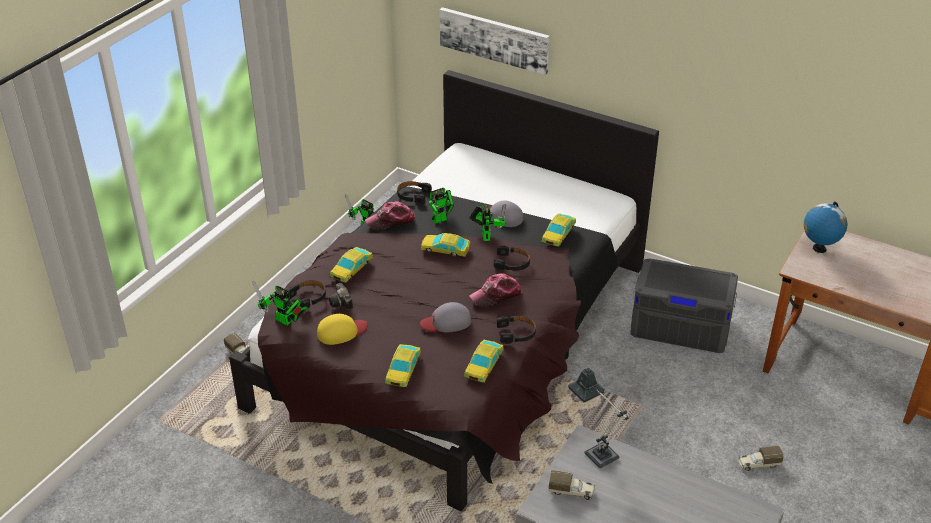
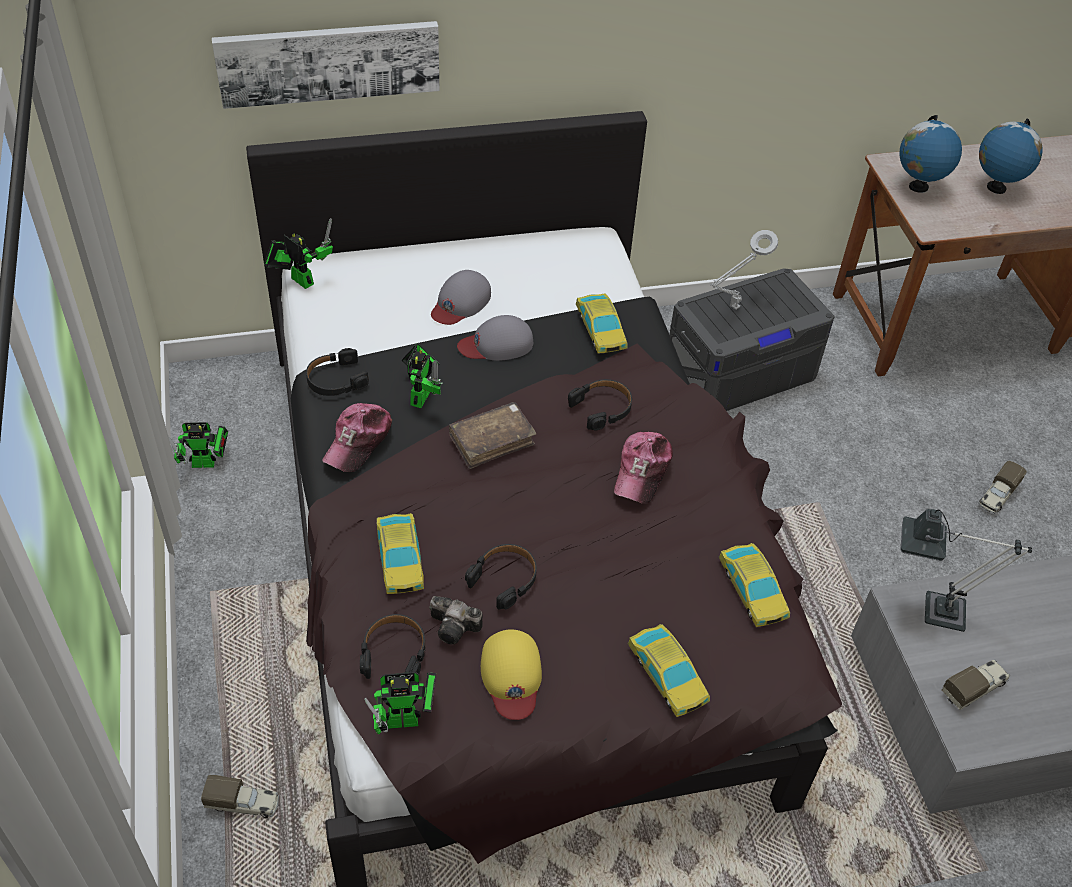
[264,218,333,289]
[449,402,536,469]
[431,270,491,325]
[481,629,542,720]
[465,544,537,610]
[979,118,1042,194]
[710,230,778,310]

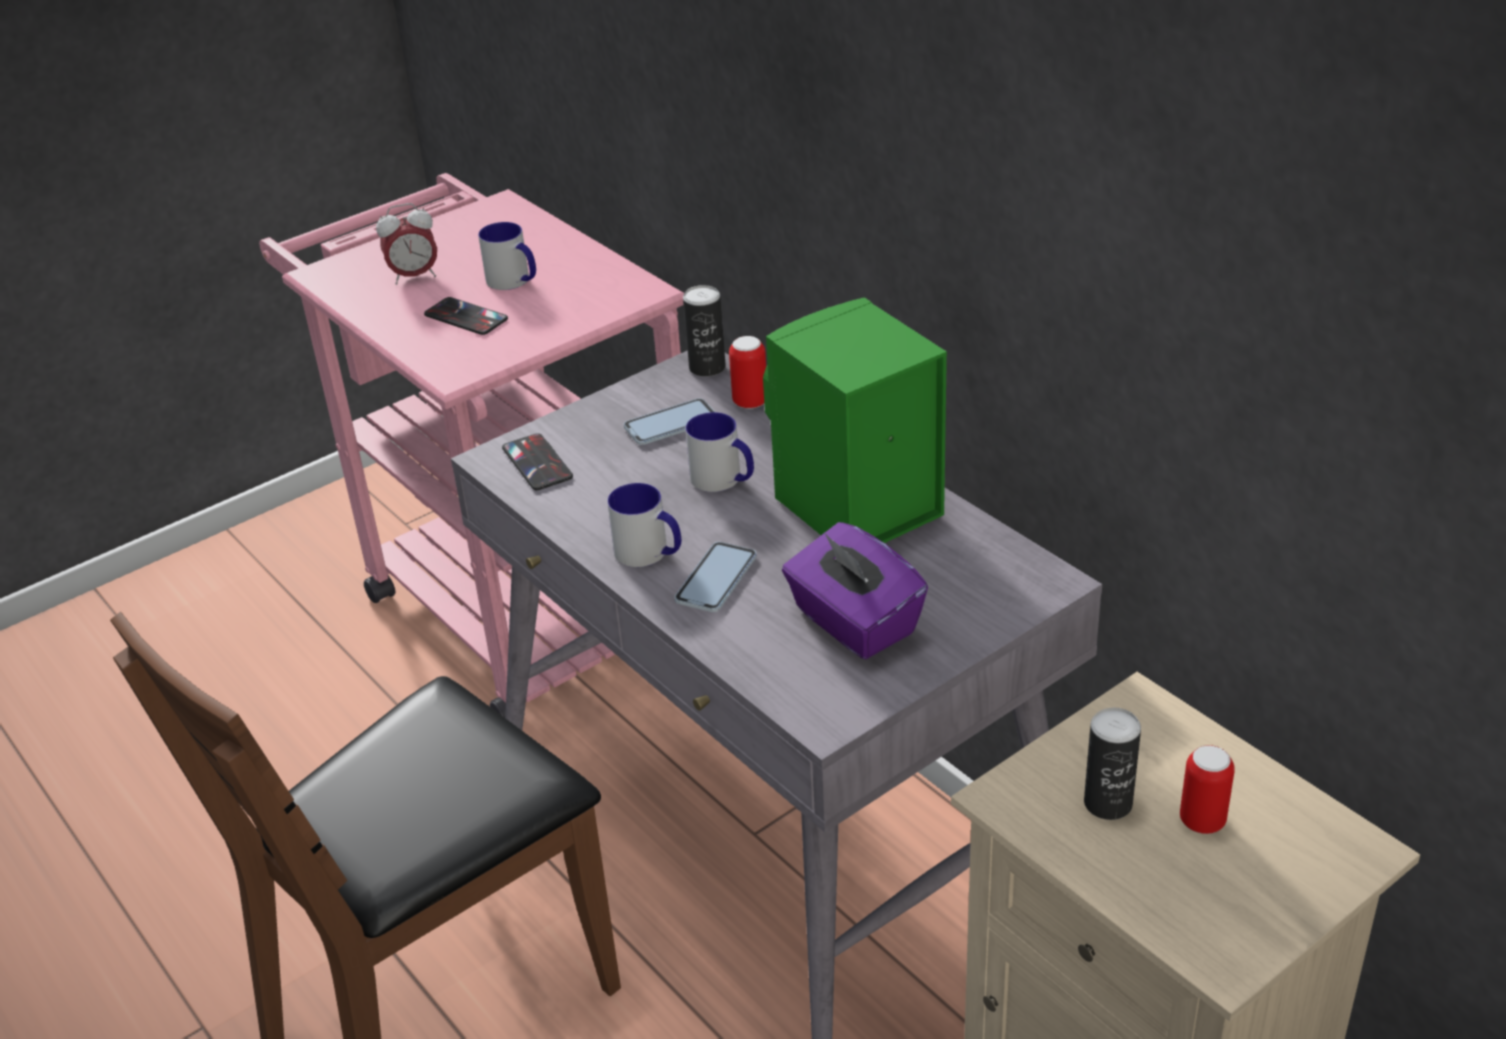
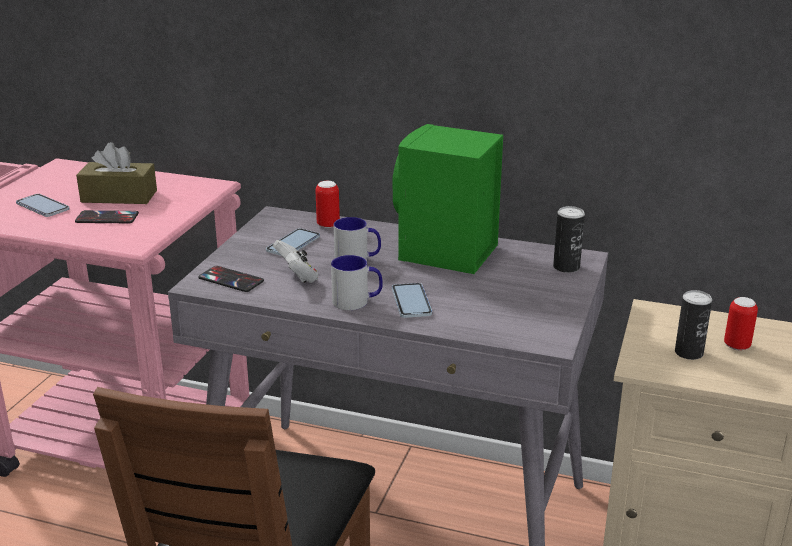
[16,194,70,217]
[76,142,157,204]
[553,206,585,273]
[782,522,928,659] (first image)
[273,240,319,283]

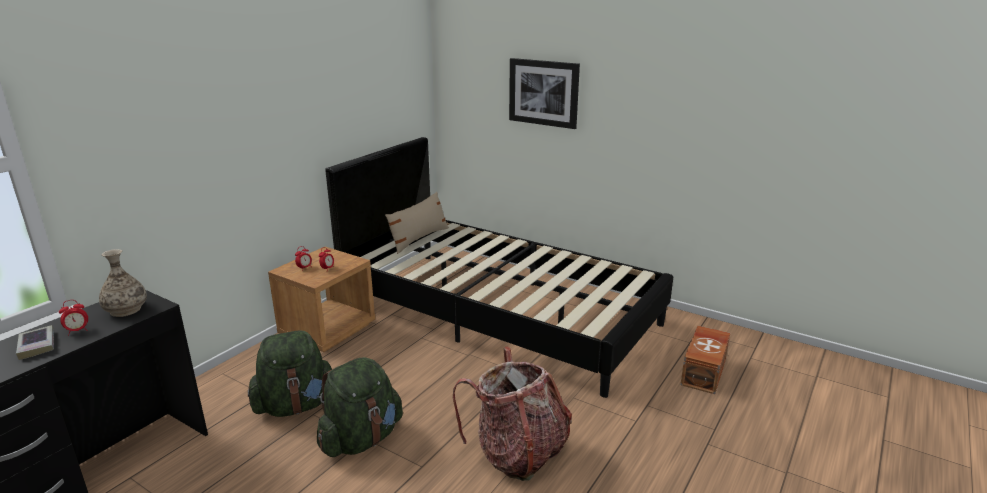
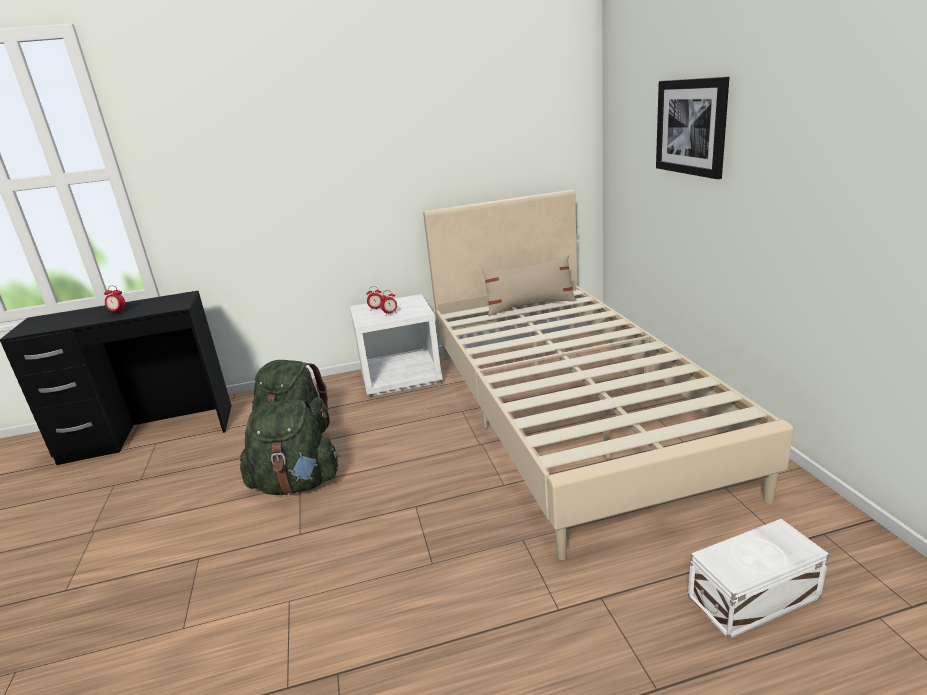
[423,190,793,560]
[350,294,443,396]
[99,249,147,317] (first image)
[16,325,54,360] (first image)
[688,519,829,639]
[453,347,572,481] (first image)

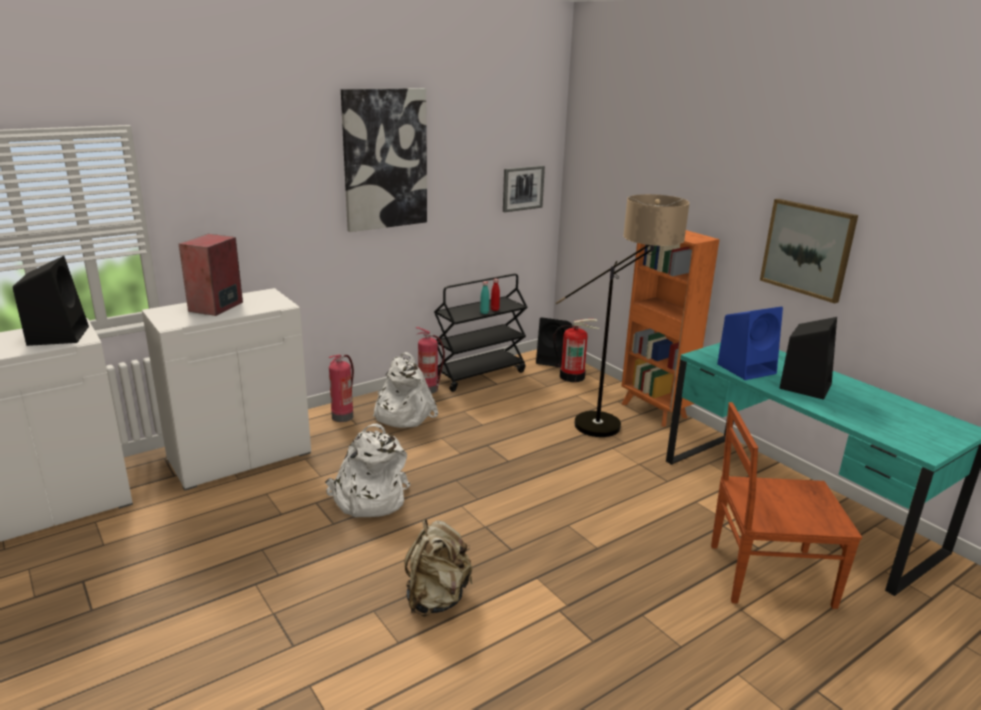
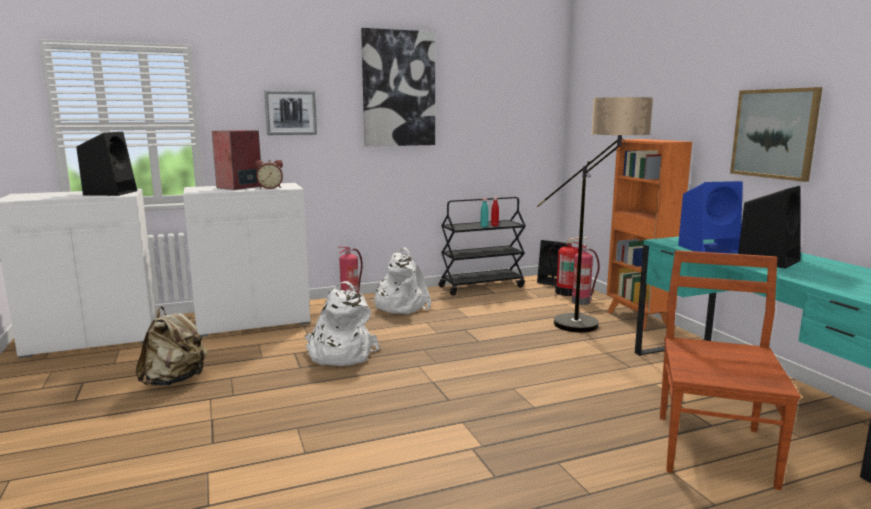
[264,91,317,135]
[572,242,600,305]
[660,250,801,490]
[136,306,208,386]
[255,160,283,189]

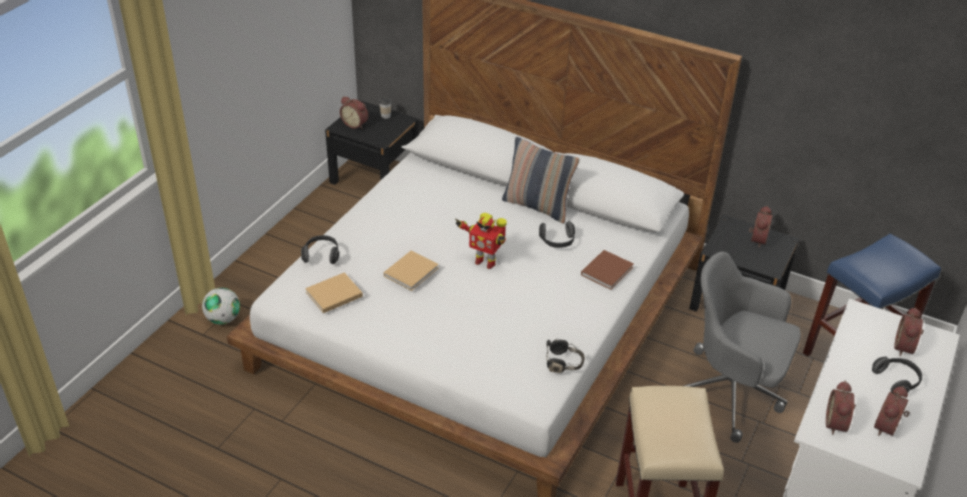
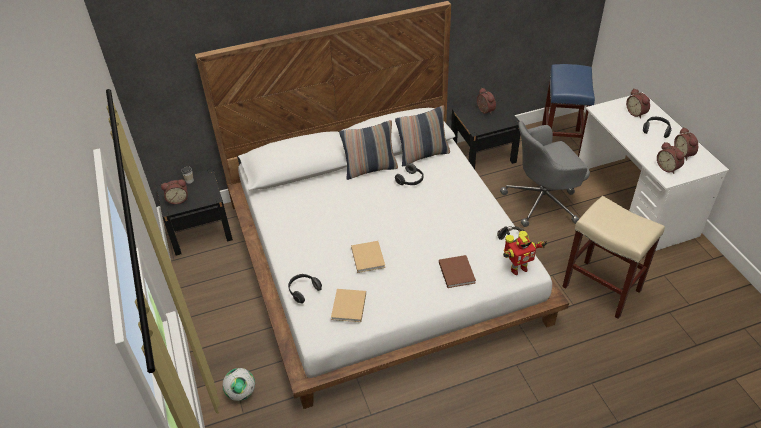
[503,231,547,275]
[439,255,476,288]
[395,105,450,166]

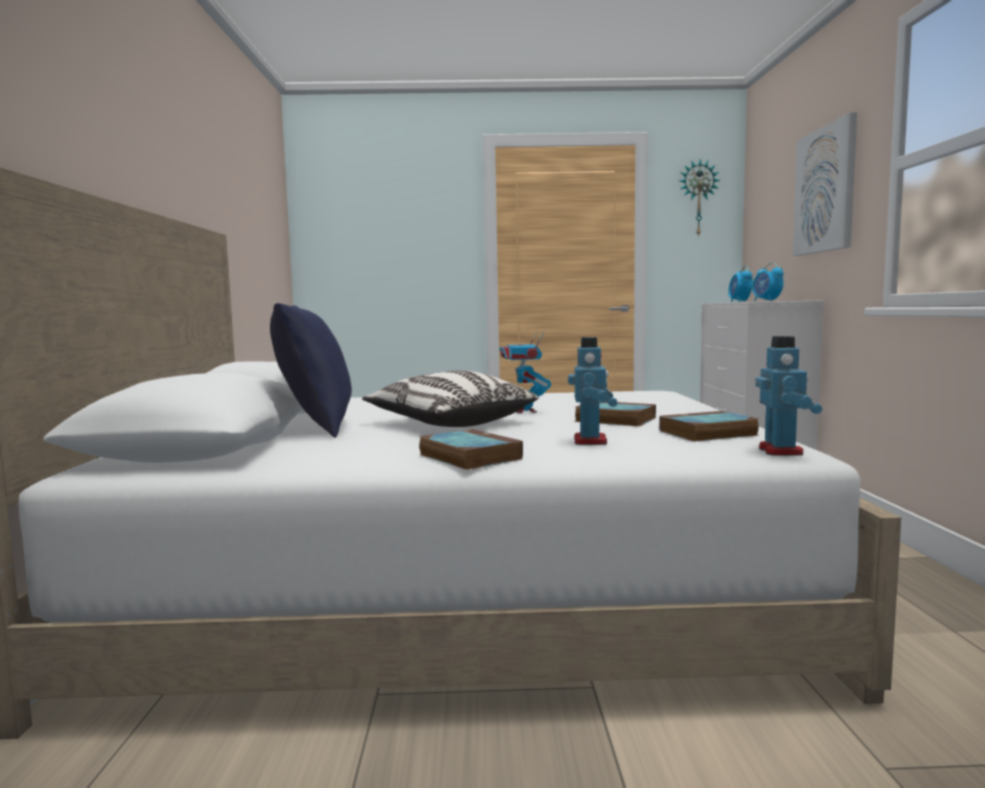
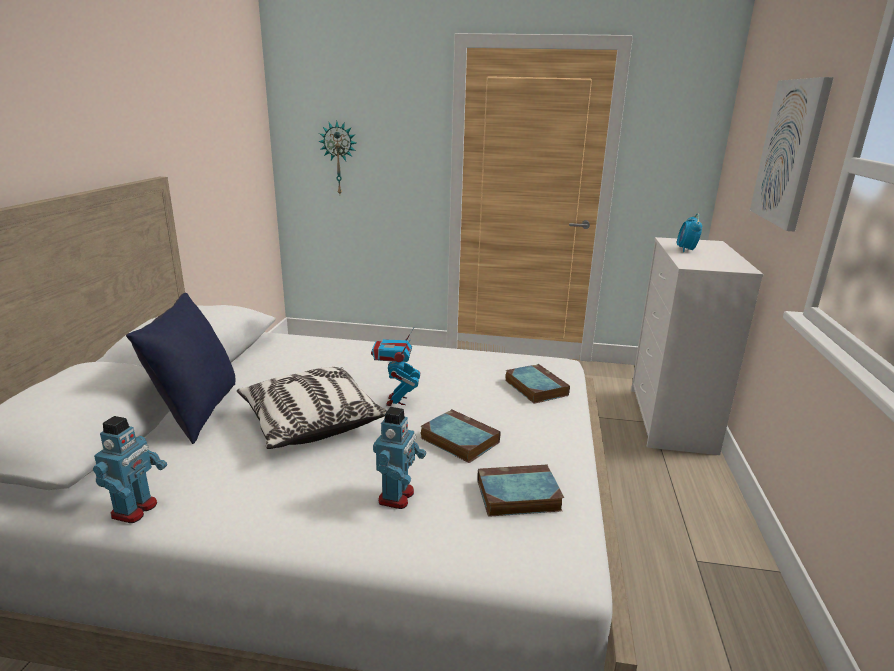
[318,121,356,194]
[752,263,784,301] (first image)
[93,416,167,523]
[505,364,570,404]

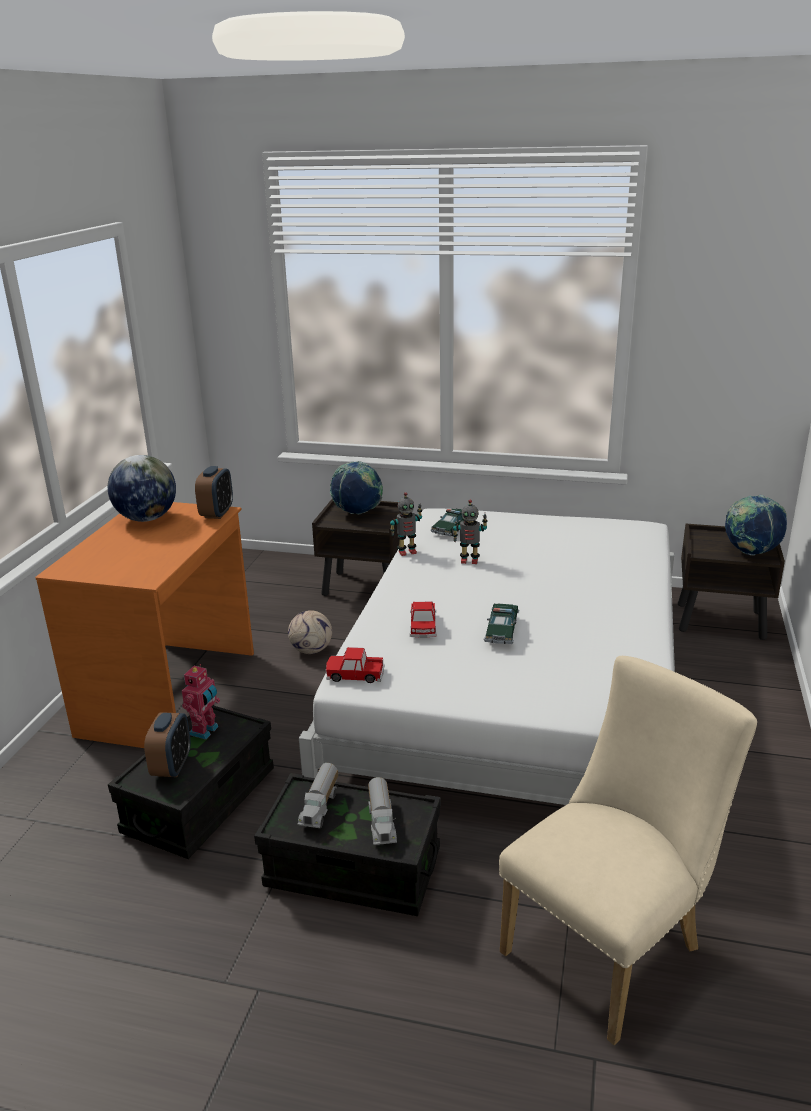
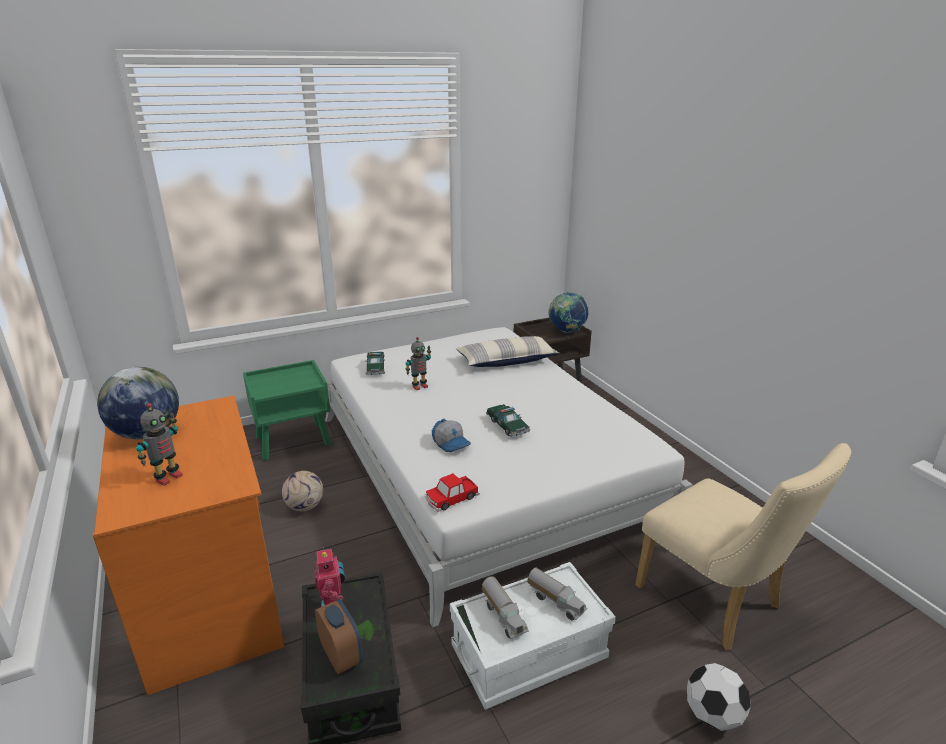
[330,461,383,515] (first image)
[195,466,233,519] (first image)
[136,403,183,486]
[243,360,331,460]
[432,419,471,452]
[635,443,851,650]
[450,562,616,710]
[456,336,559,367]
[687,663,751,731]

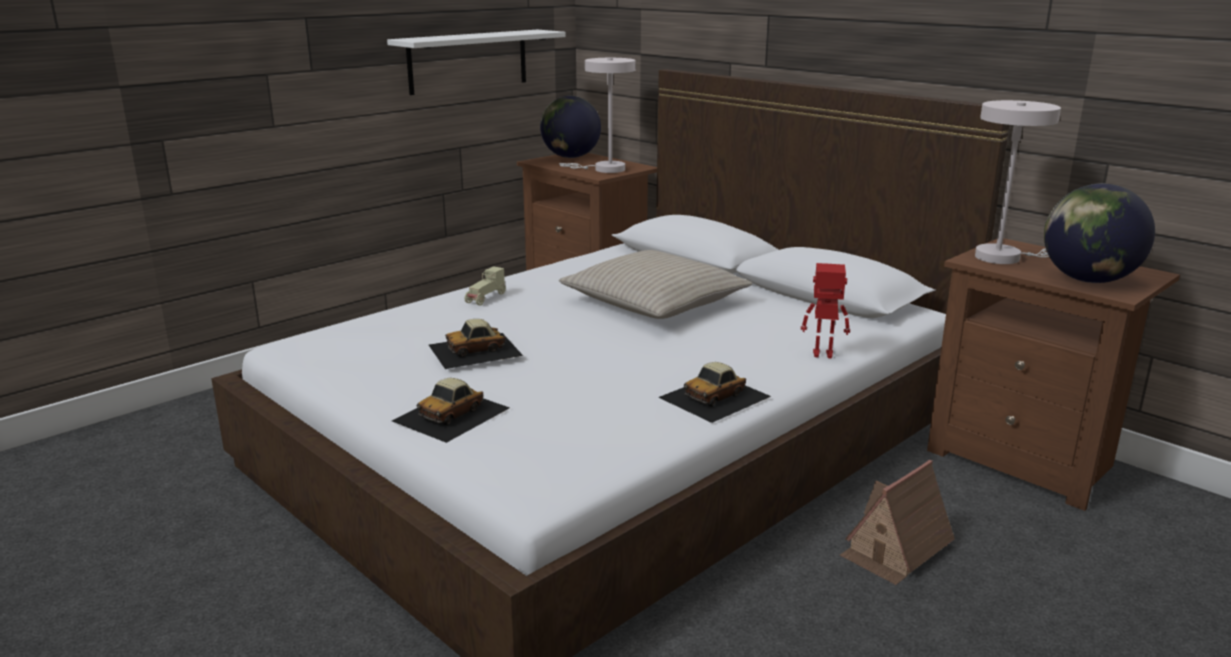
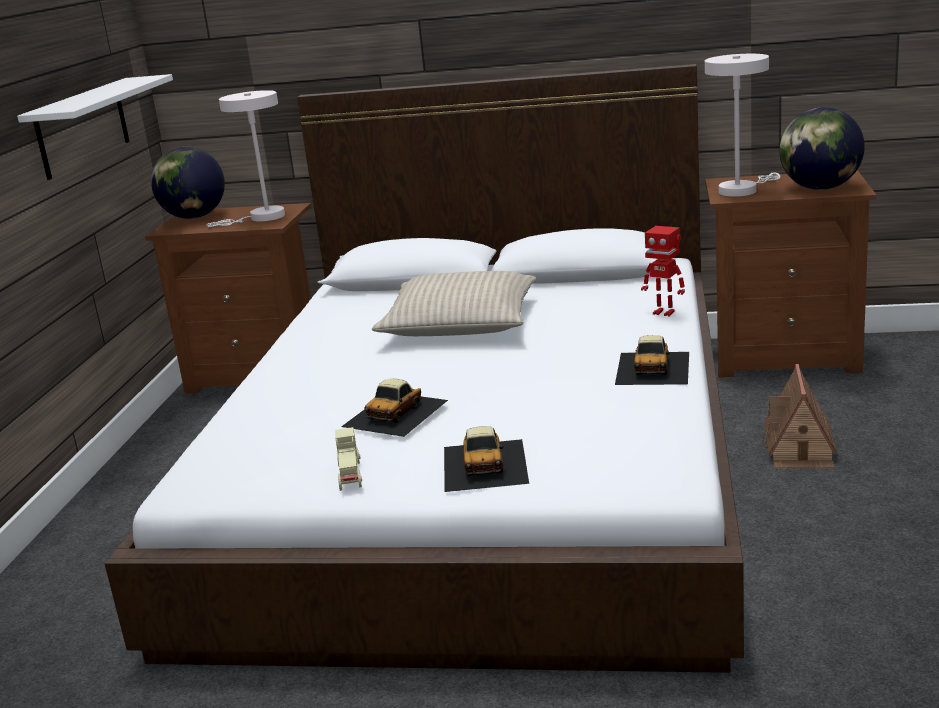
[641,226,685,317]
[335,427,362,491]

